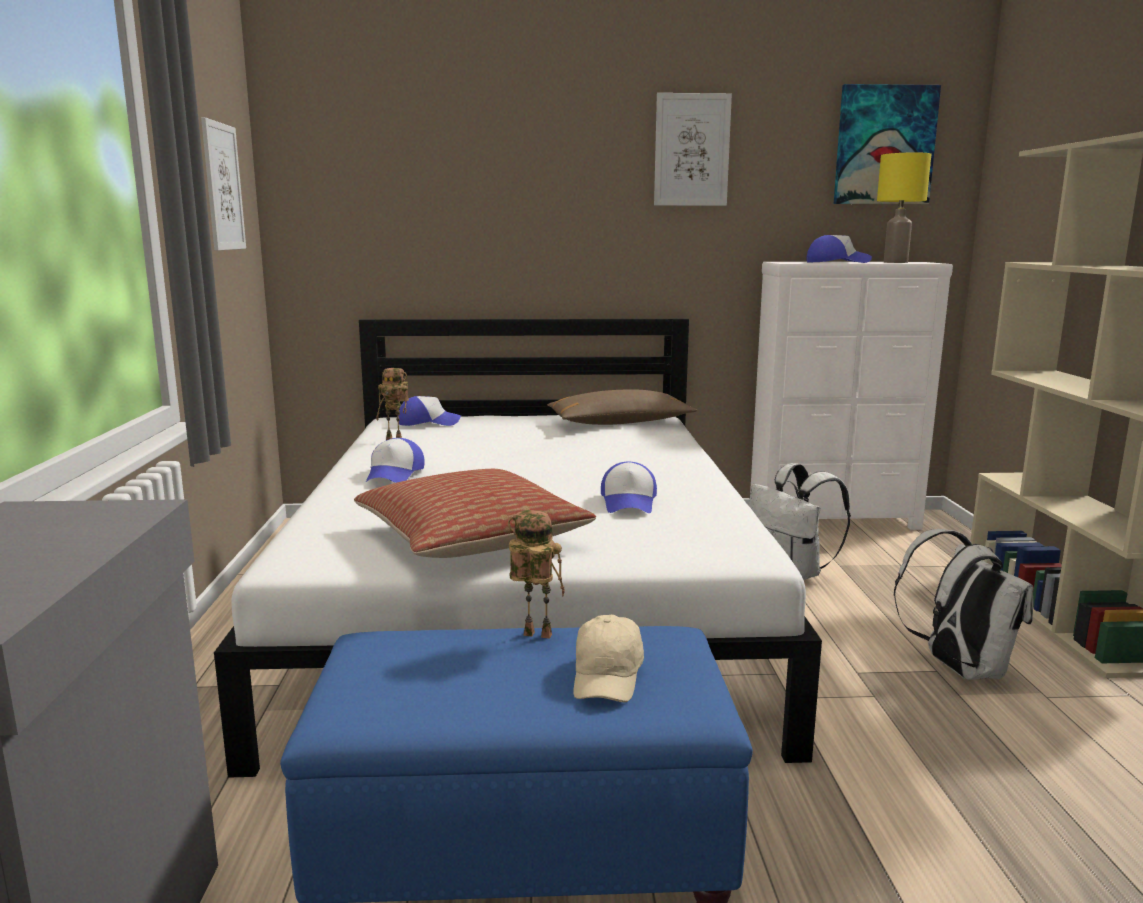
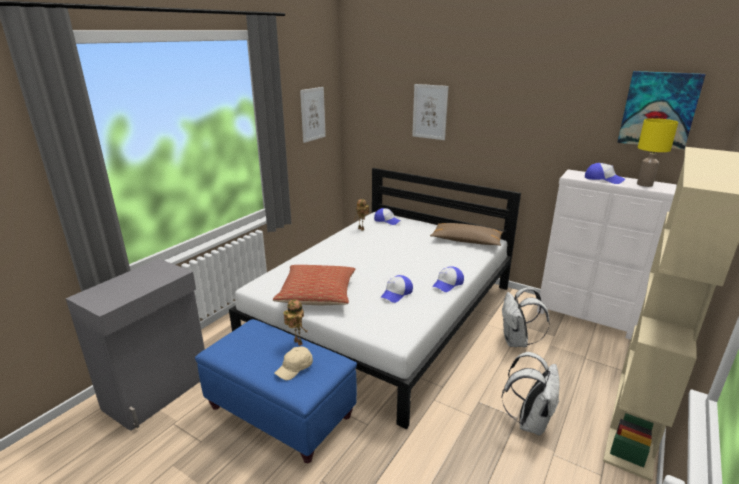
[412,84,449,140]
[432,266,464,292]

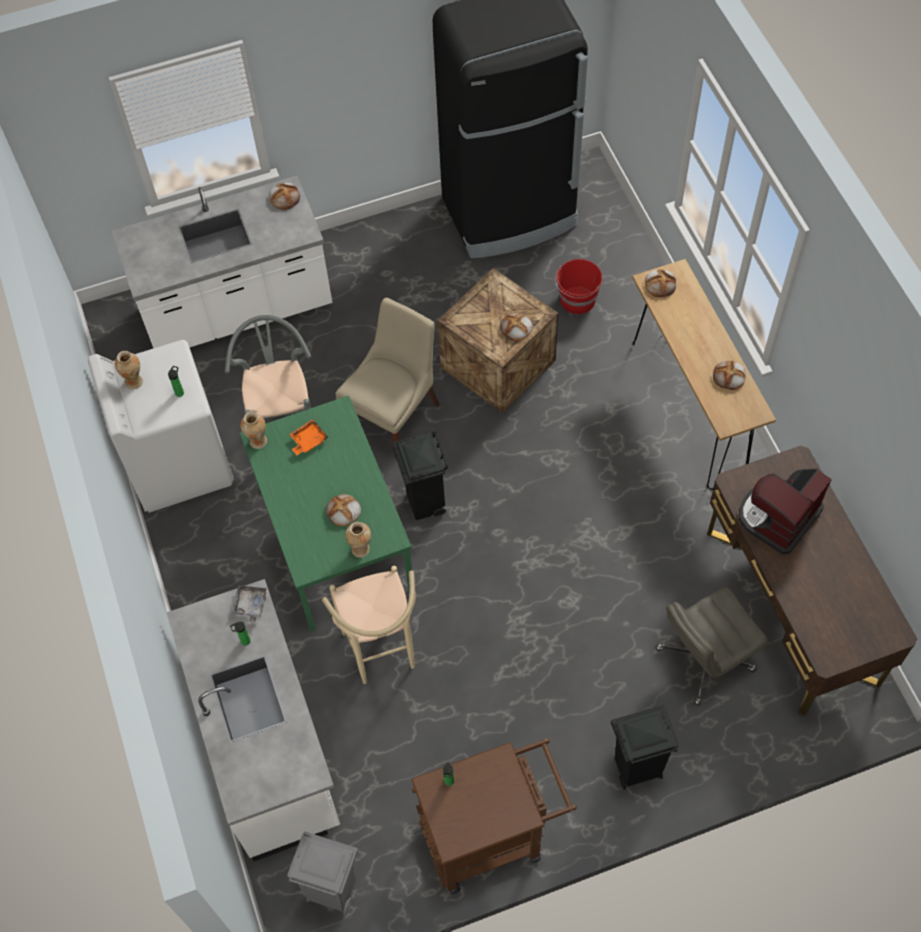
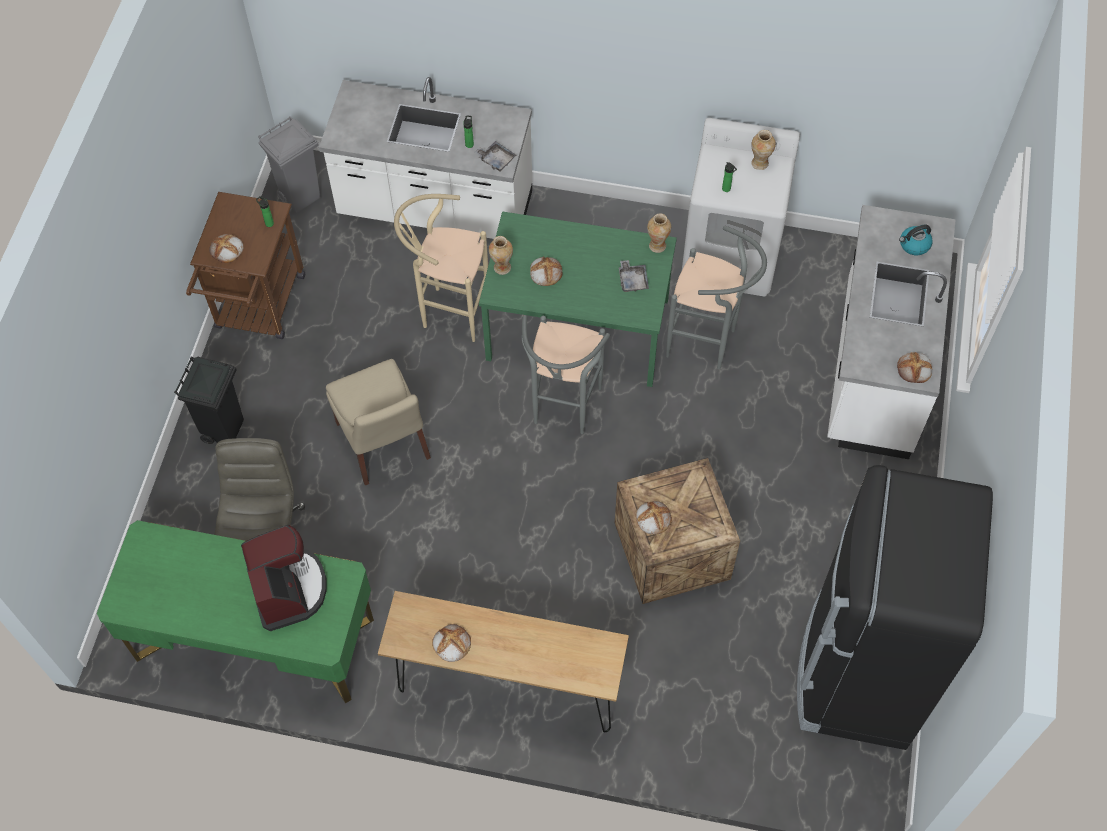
[555,259,603,314] (first image)
[209,234,244,263]
[326,359,431,485]
[619,260,649,292]
[522,315,610,434]
[97,520,374,703]
[899,225,933,255]

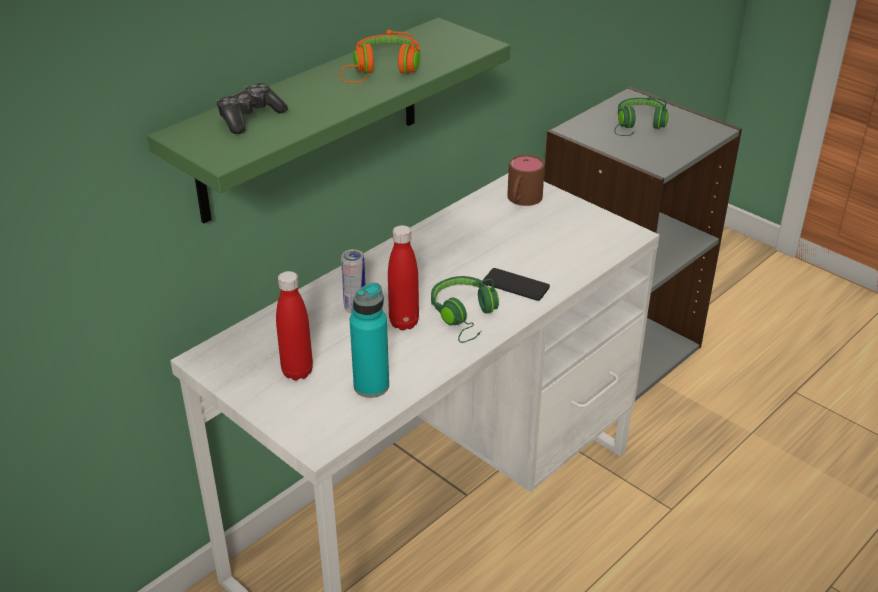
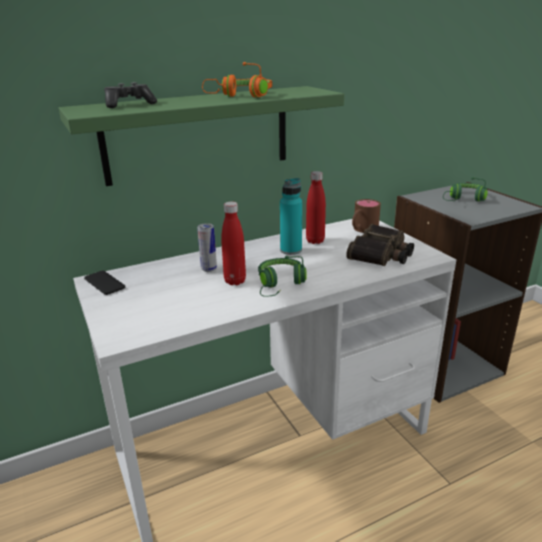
[84,271,125,295]
[306,171,326,244]
[280,178,302,255]
[346,224,414,266]

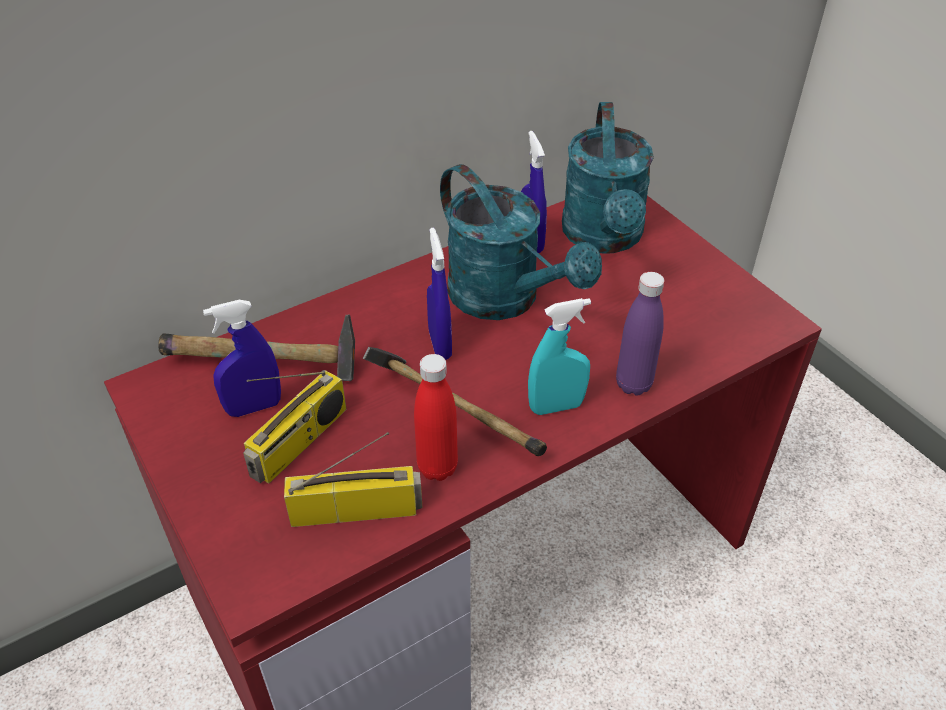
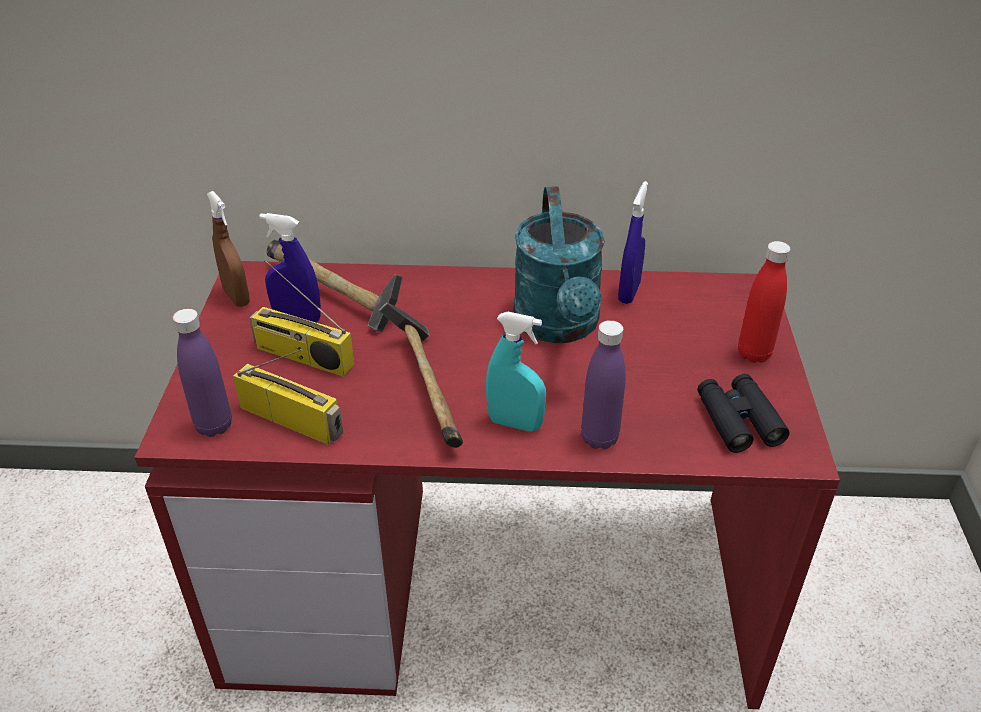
[562,102,654,254] (first image)
[427,228,452,360] (first image)
[738,241,790,363]
[250,260,354,377]
[207,191,250,307]
[173,309,232,437]
[697,374,790,453]

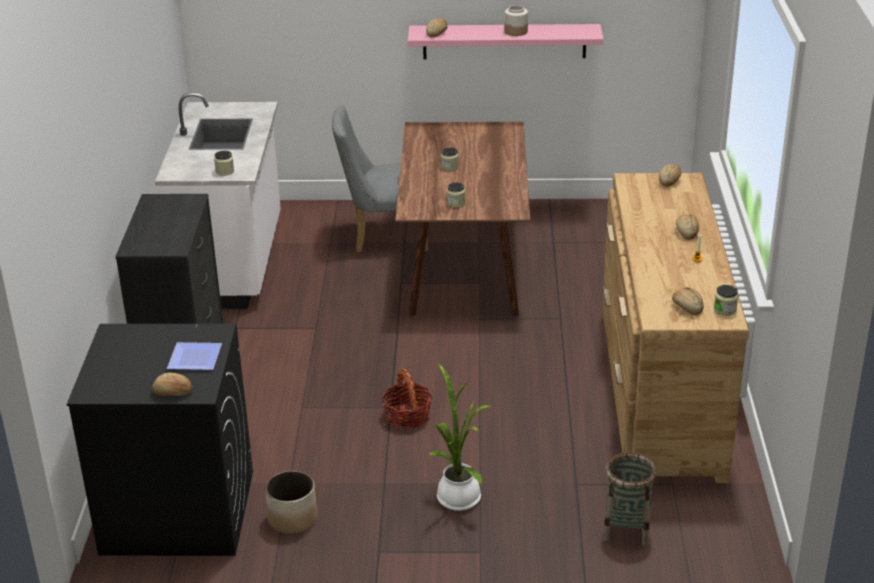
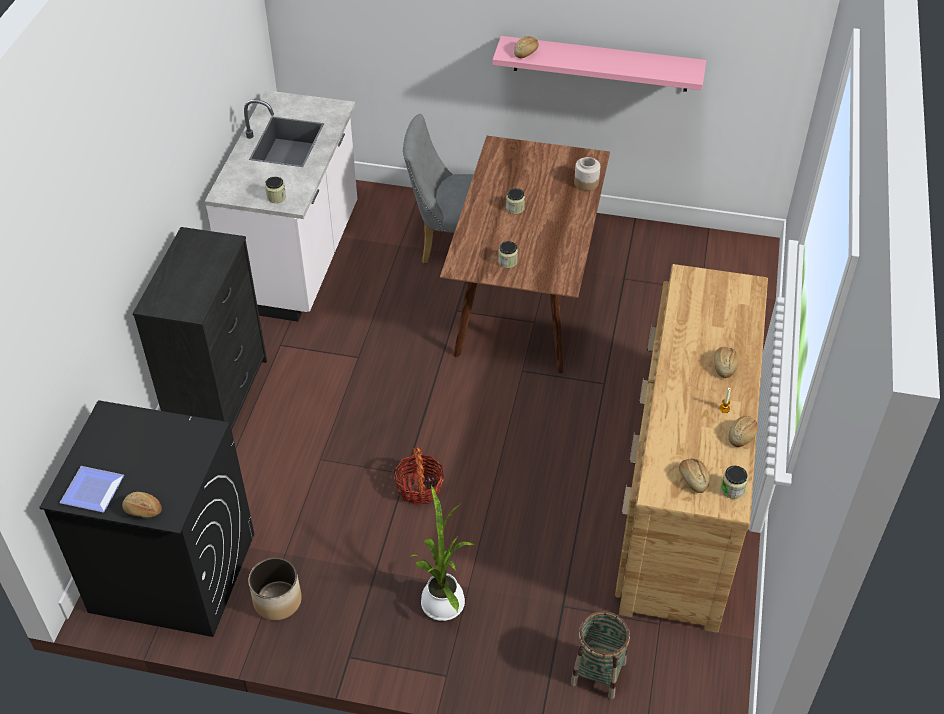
[574,157,600,191]
[729,416,758,447]
[60,466,124,512]

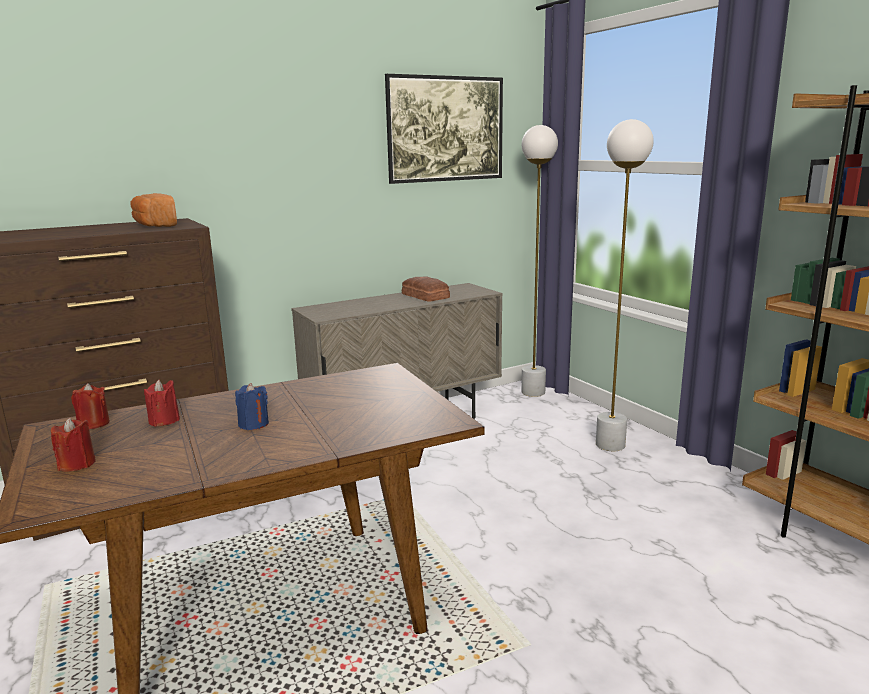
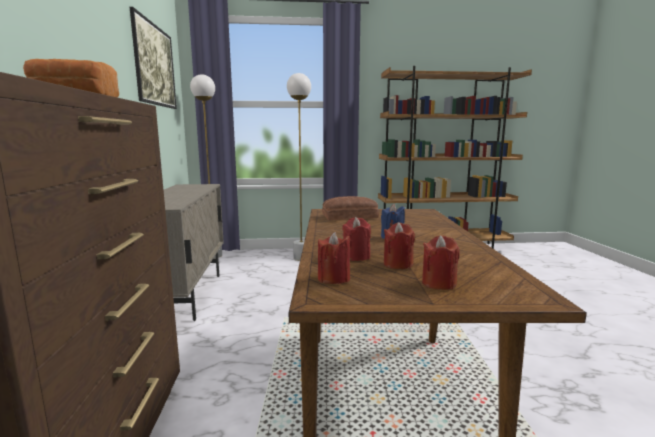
[322,196,379,220]
[384,222,415,269]

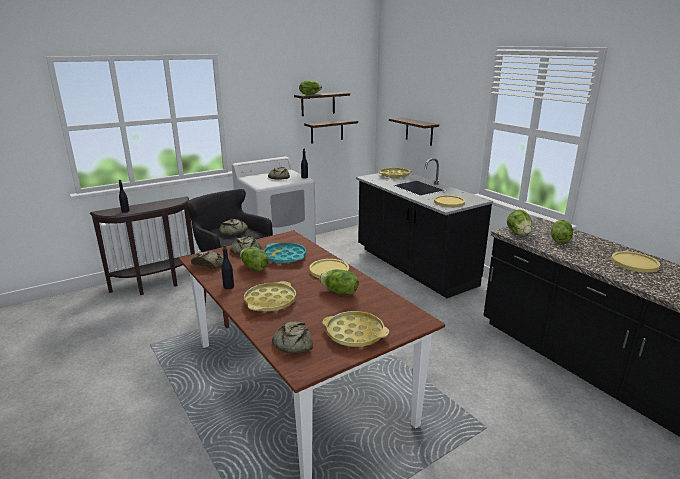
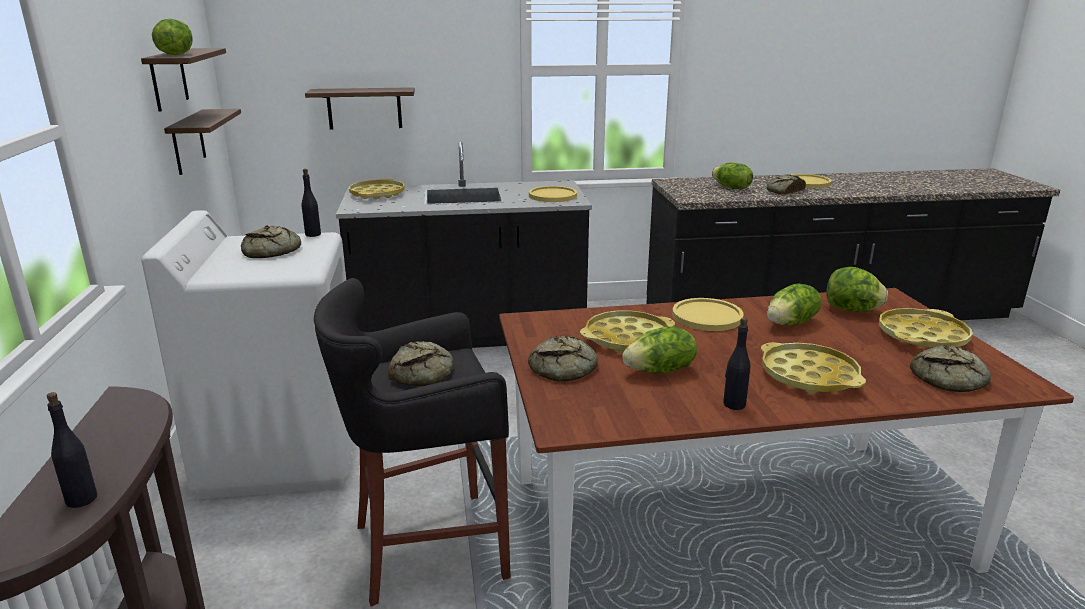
[826,267,888,312]
[580,310,675,353]
[767,174,806,195]

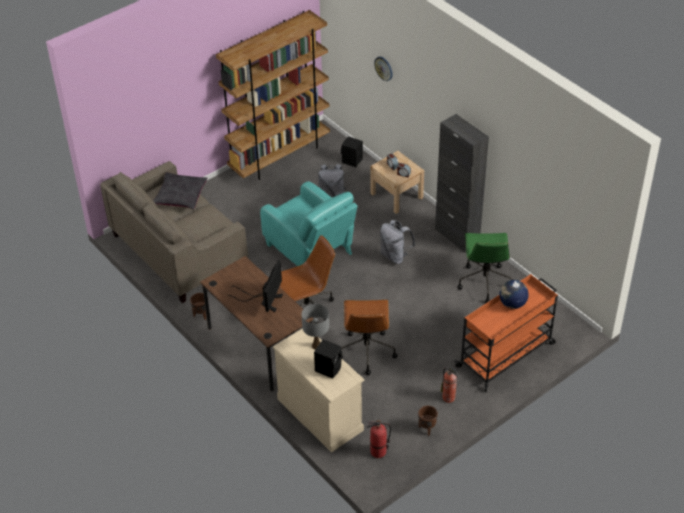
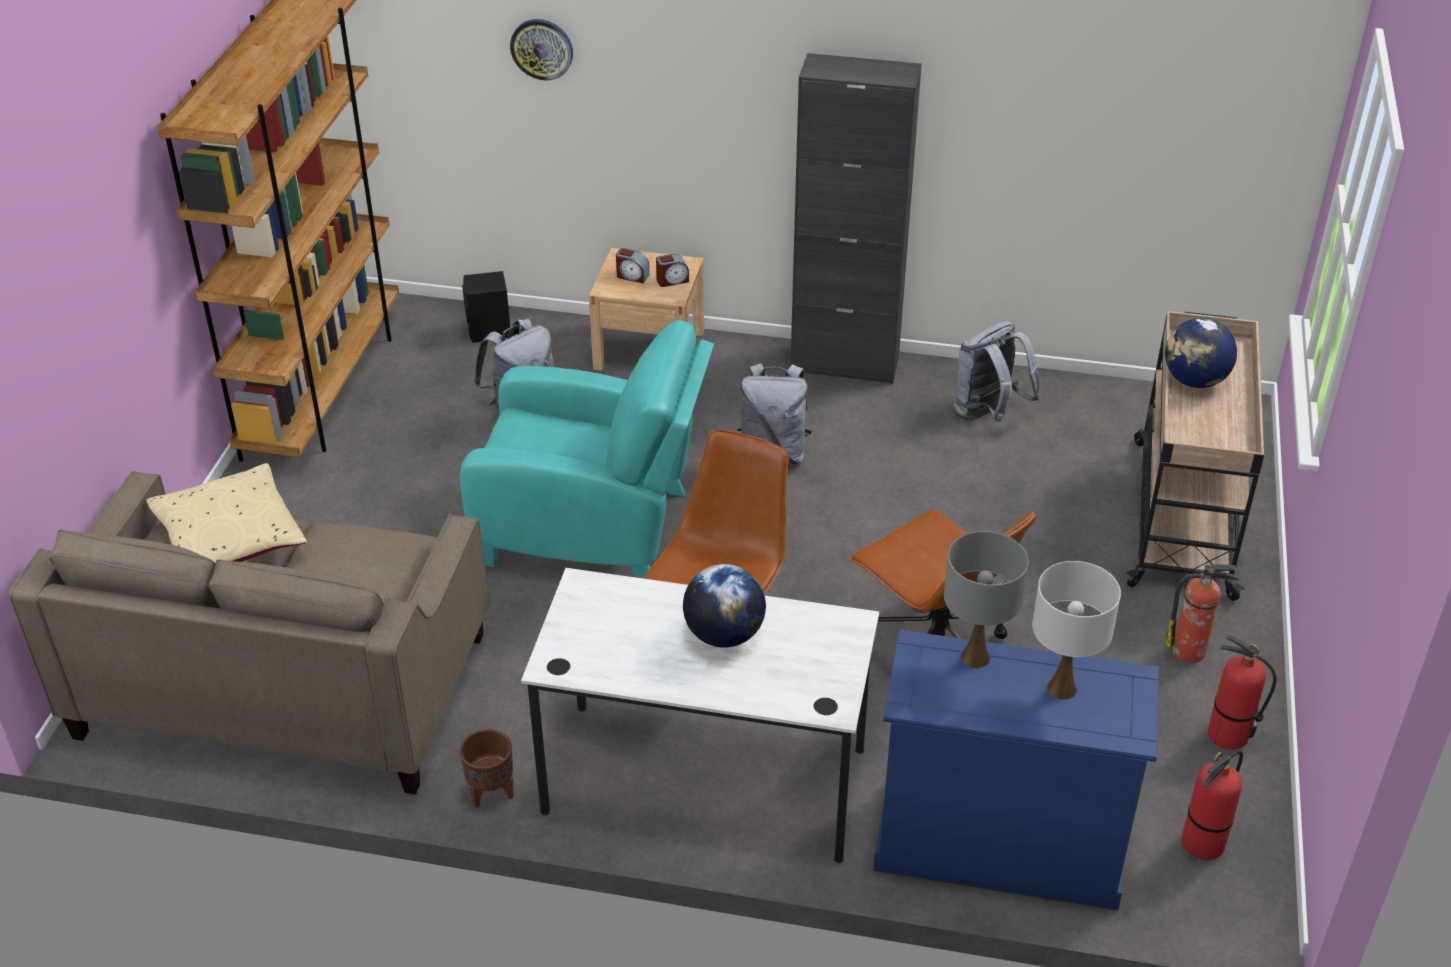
[147,463,307,563]
[954,321,1041,422]
[521,568,879,863]
[683,564,766,648]
[1126,311,1264,601]
[873,630,1159,910]
[1032,561,1121,700]
[1208,635,1277,750]

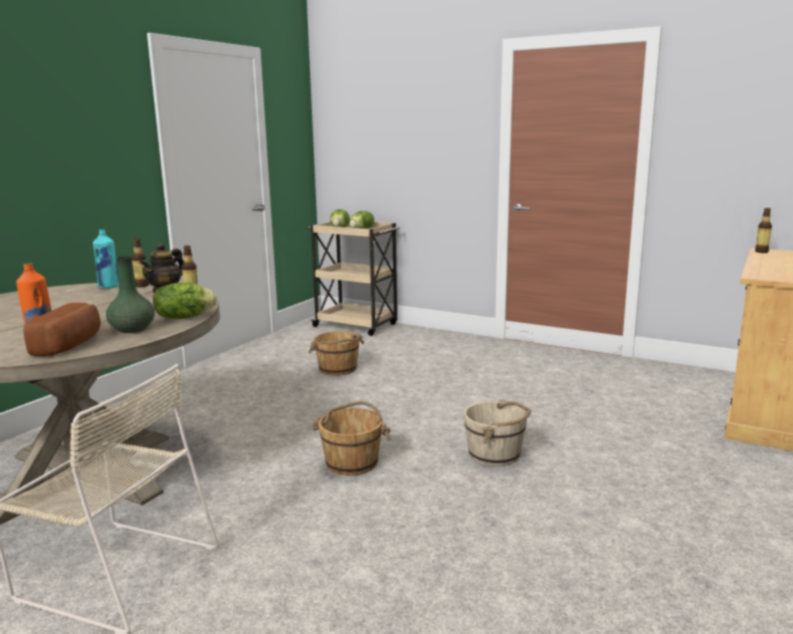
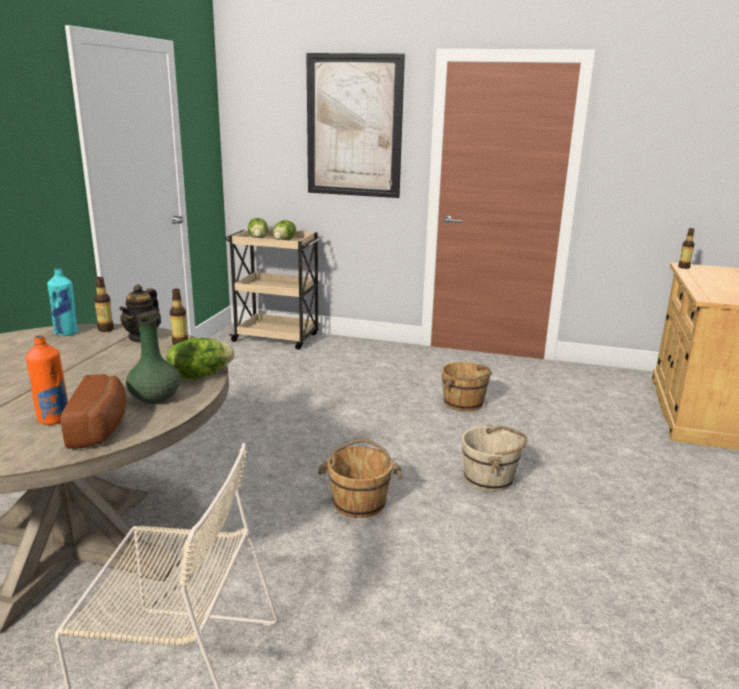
[441,362,492,411]
[306,53,405,198]

